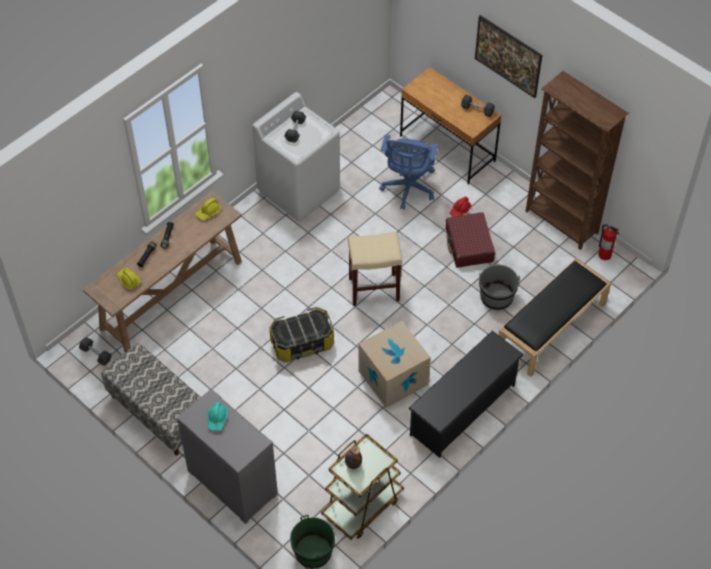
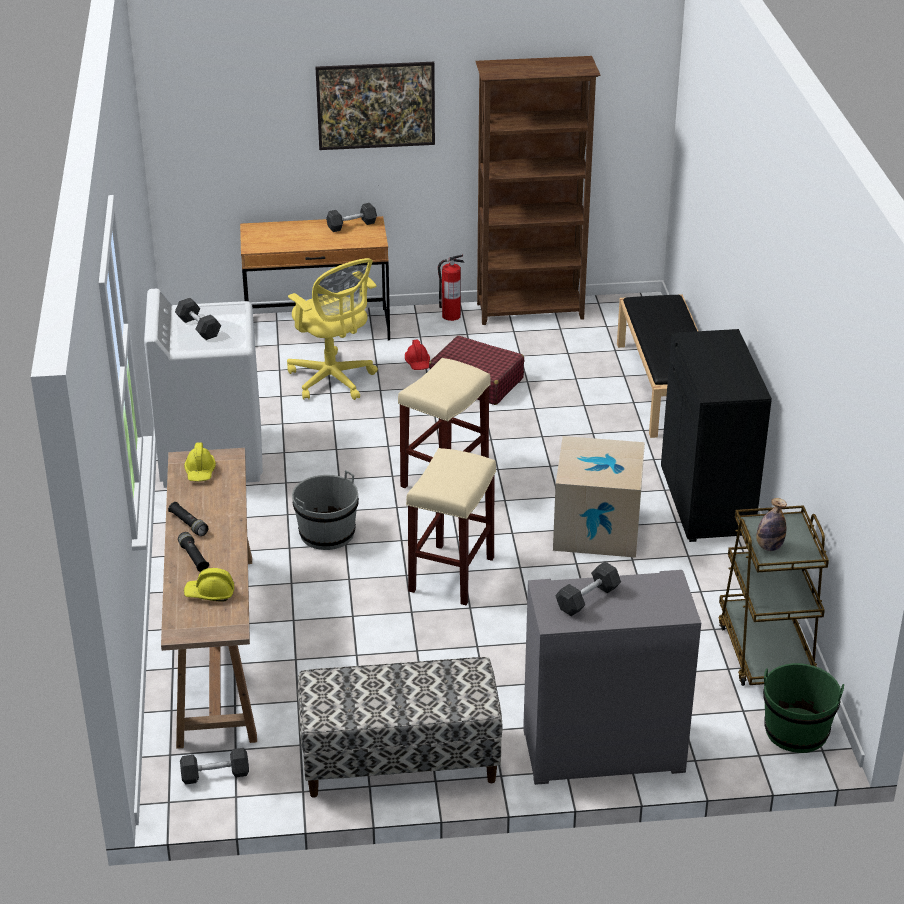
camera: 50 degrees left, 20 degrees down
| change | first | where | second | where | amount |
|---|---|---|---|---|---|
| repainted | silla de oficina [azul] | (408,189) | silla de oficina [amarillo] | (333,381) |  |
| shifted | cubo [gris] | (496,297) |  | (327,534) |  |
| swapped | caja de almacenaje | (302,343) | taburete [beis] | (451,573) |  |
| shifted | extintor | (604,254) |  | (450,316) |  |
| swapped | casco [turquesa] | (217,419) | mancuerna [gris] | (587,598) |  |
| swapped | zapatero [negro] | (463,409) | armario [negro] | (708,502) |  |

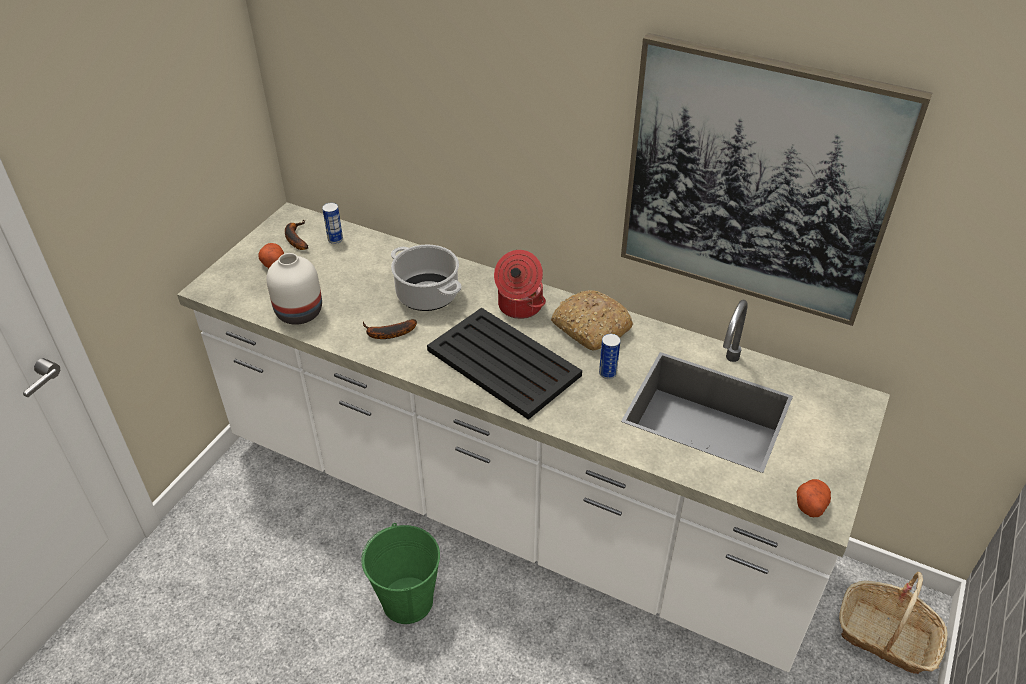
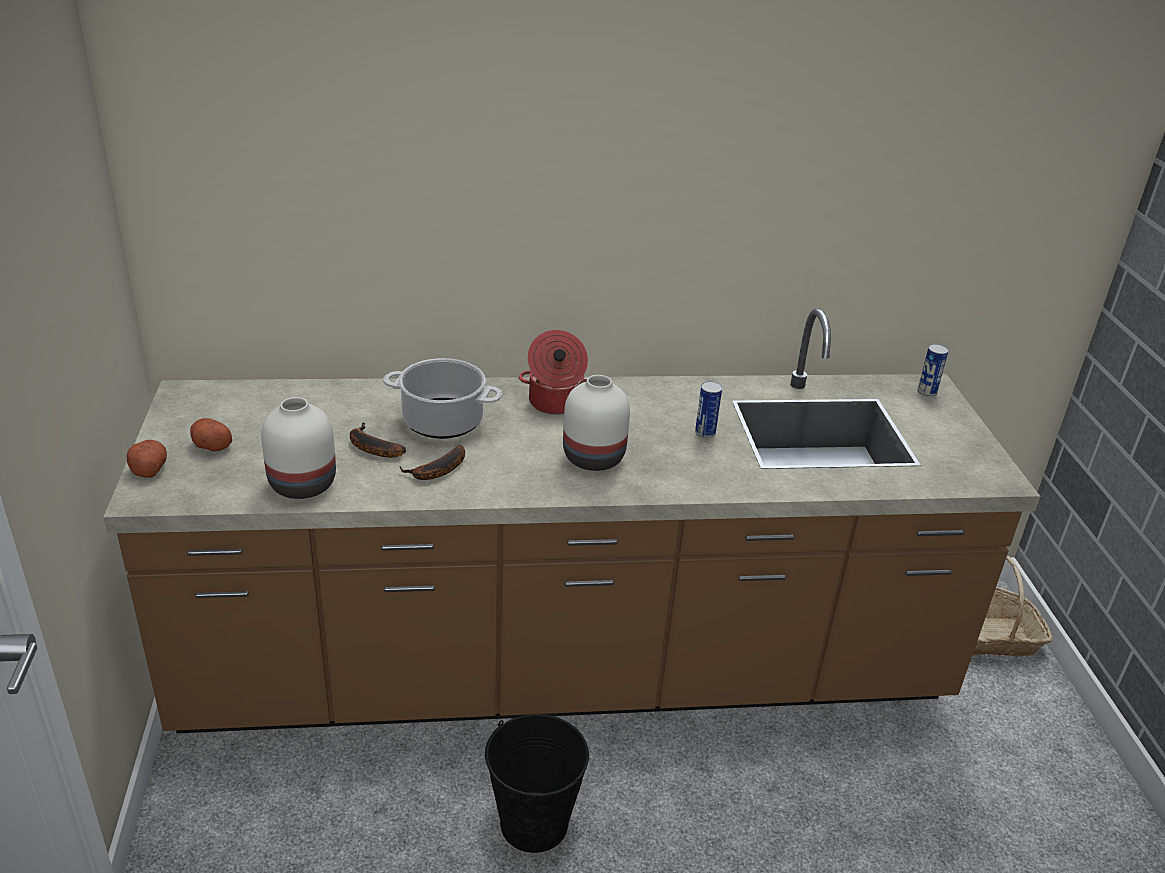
camera: 35 degrees left, 10 degrees down
| change | first | where | second | where | amount |
|---|---|---|---|---|---|
| repainted | mueble bajo de cocina [blanco] | (513,503) | mueble bajo de cocina [marrón] | (567,670) |  |
| shifted | patata | (810,504) |  | (148,469) |  |
| shifted | plátano | (295,238) |  | (370,447) |  |
| repainted | cubo [verde] | (408,601) | cubo [negro] | (534,822) |  |
| swapped | bandeja [negro] | (502,362) | florero [blanco] | (592,457) |  |
| shifted | lata | (335,239) |  | (926,392) |  |
| gone | pan | (590,327) |  |  |  |
| gone | cuadro | (757,182) |  |  |  |

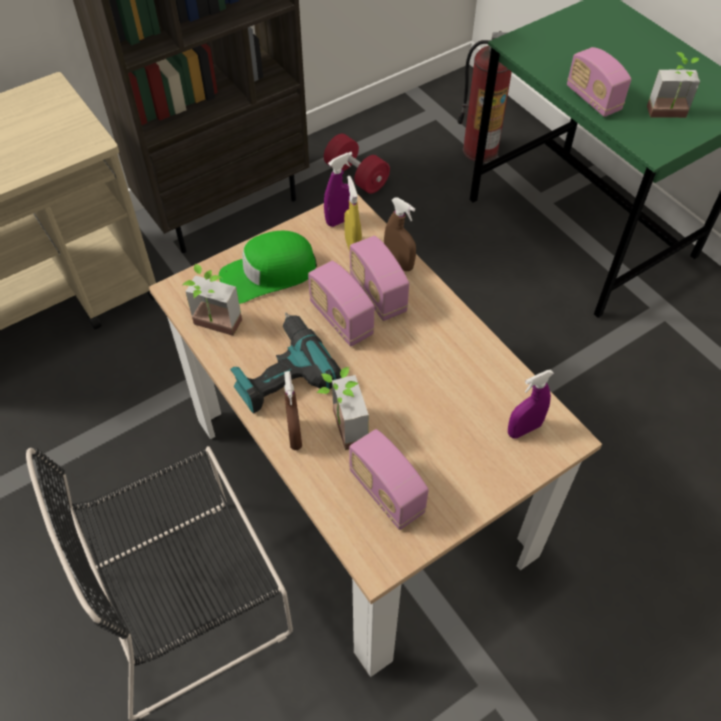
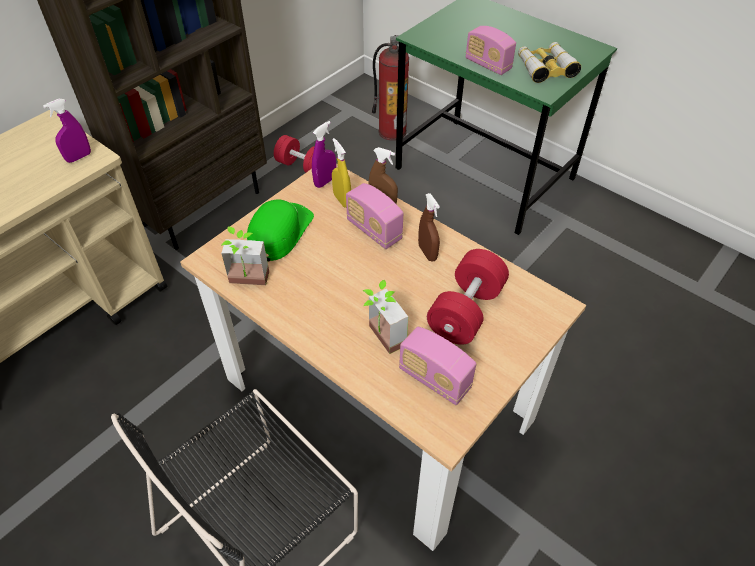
camera: 15 degrees left, 5 degrees down
| change | first | where | second | where | amount |
|---|---|---|---|---|---|
| shifted | pulverizador [morado] | (524,429) |  | (79,157) |  |
| rotated | gorra [verde] | (268,274) |  | (279,232) | 150 degrees clockwise |
| shifted | pulverizador [marrón] | (295,435) |  | (427,253) |  |
| new |  |  | mancuerna [rojo] | (466,311) |  |
| swapped | planta en maceta | (667,116) | prismáticos | (545,68) |  |
| gone | taladro | (281,372) |  |  |  |
| gone | radio | (341,319) |  |  |  |

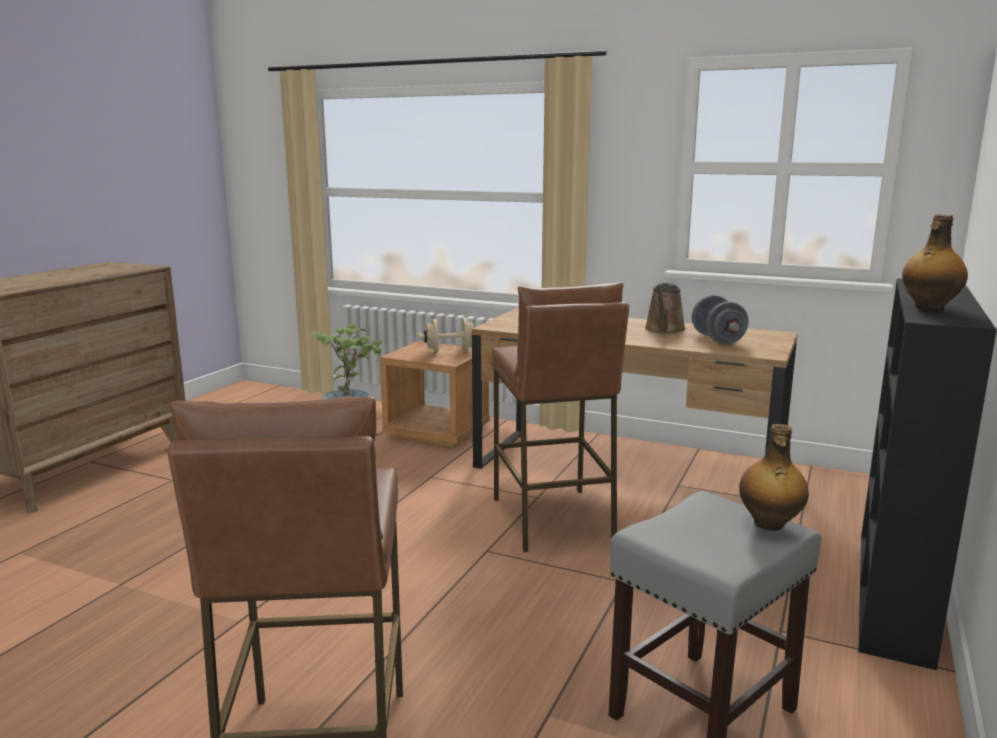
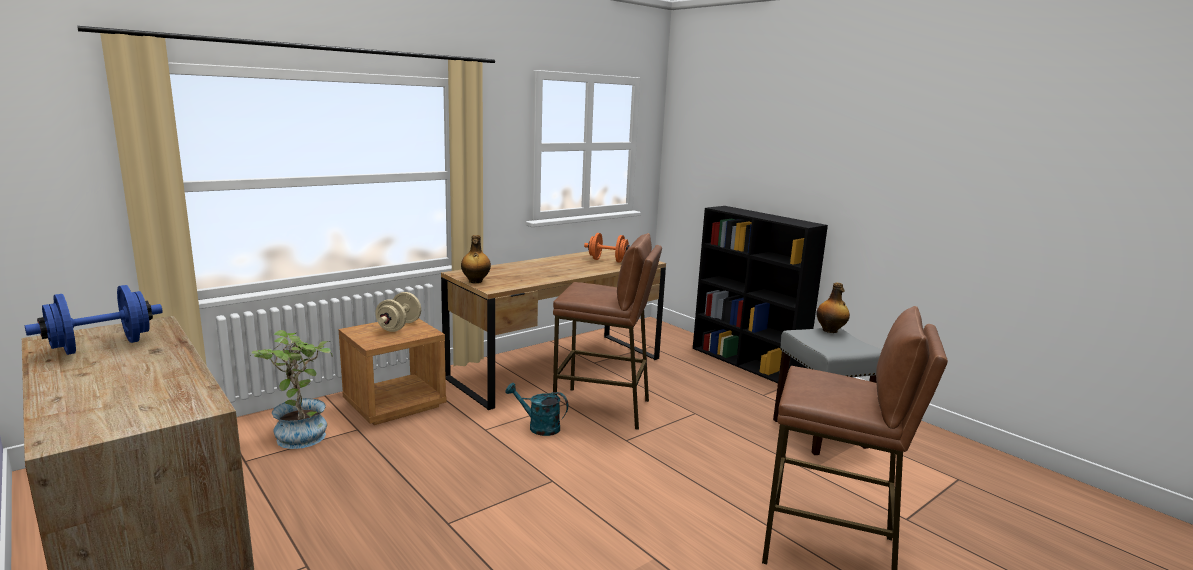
camera: 65 degrees left, 0 degrees up
| change | first | where | second | where | amount |
|---|---|---|---|---|---|
| new |  |  | mancuerna [azul] | (102,346) |  |
| shifted | botella | (928,308) |  | (475,281) |  |
| new |  |  | regadera [turquesa] | (538,427) |  |
| repainted | mancuerna [gris] | (717,339) | mancuerna [naranja] | (608,260) |  |
| gone | regadera [marrón] | (664,330) |  |  |  |

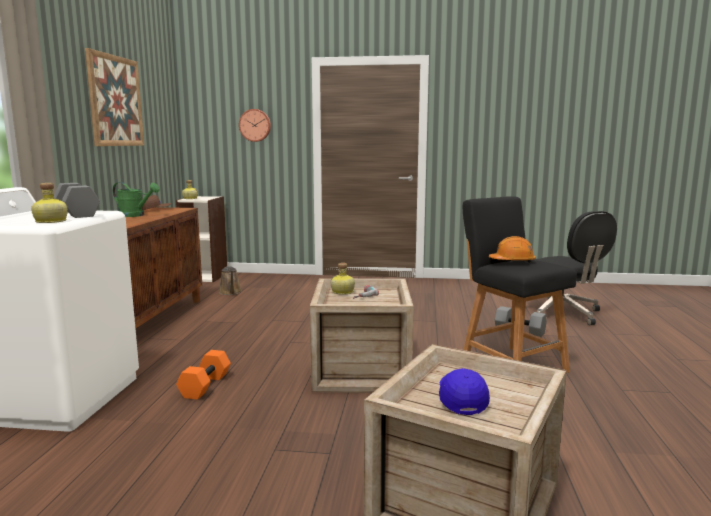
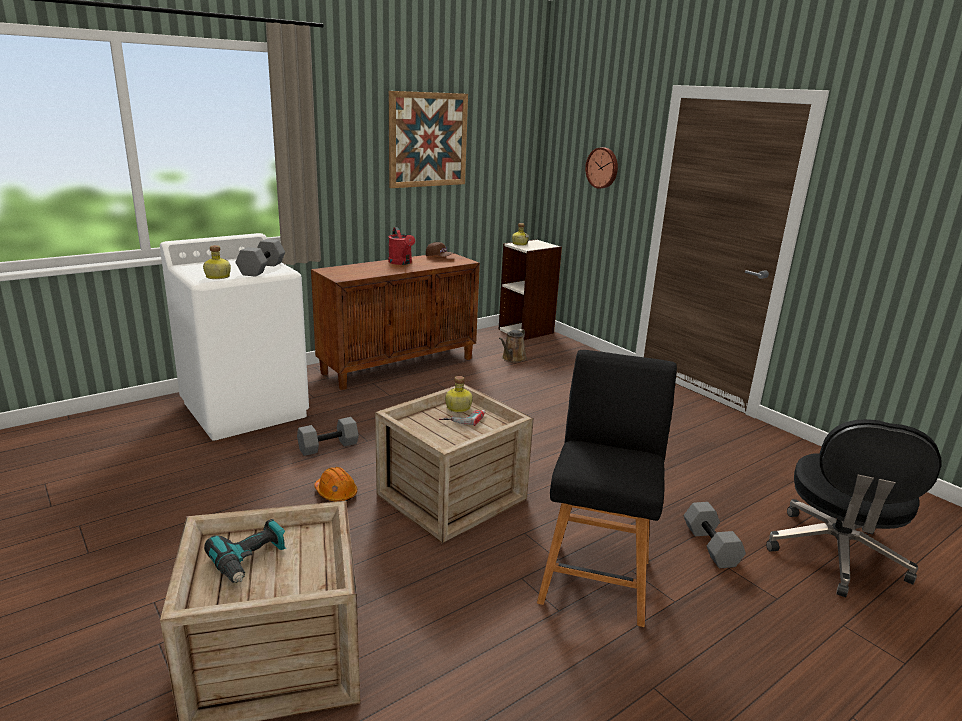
camera: 45 degrees right, 10 degrees up
| change | first | where | second | where | amount |
|---|---|---|---|---|---|
| swapped | gorra [azul] | (461,399) | taladro | (251,560) |  |
| repainted | mancuerna [naranja] | (204,385) | mancuerna [gris] | (328,446) |  |
| shifted | casco [naranja] | (512,261) |  | (336,493) |  |
| repainted | regadera [verde] | (135,215) | regadera [rojo] | (402,263) |  |

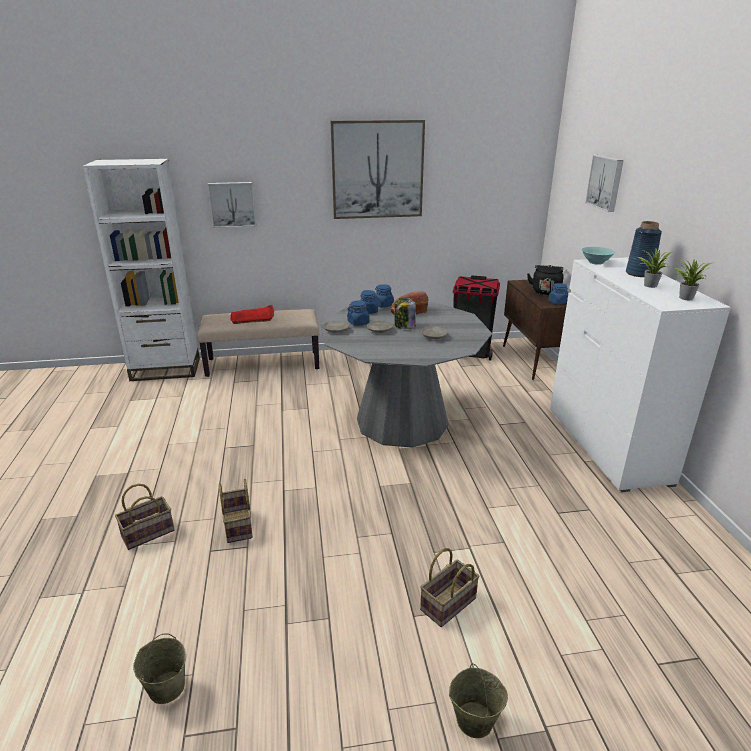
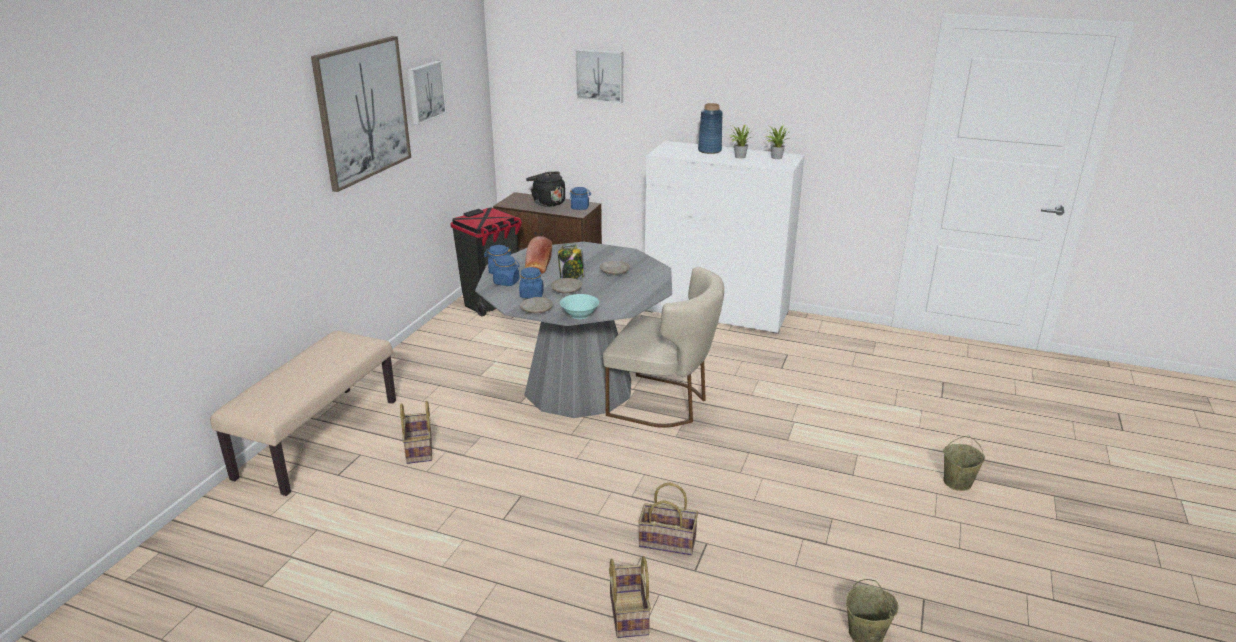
camera: 60 degrees left, 0 degrees up
| change | first | where | second | where | amount |
|---|---|---|---|---|---|
| shifted | cesta | (448,605) |  | (420,449) |  |
| shifted | cuadro | (232,204) |  | (425,92) |  |
| shifted | cuenco [turquesa] | (596,262) |  | (580,315) |  |
| new |  |  | silla [beis] | (664,404) |  |
| gone | estantería [blanco] | (166,369) |  |  |  |
| gone | bandeja [rojo] | (253,317) |  |  |  |

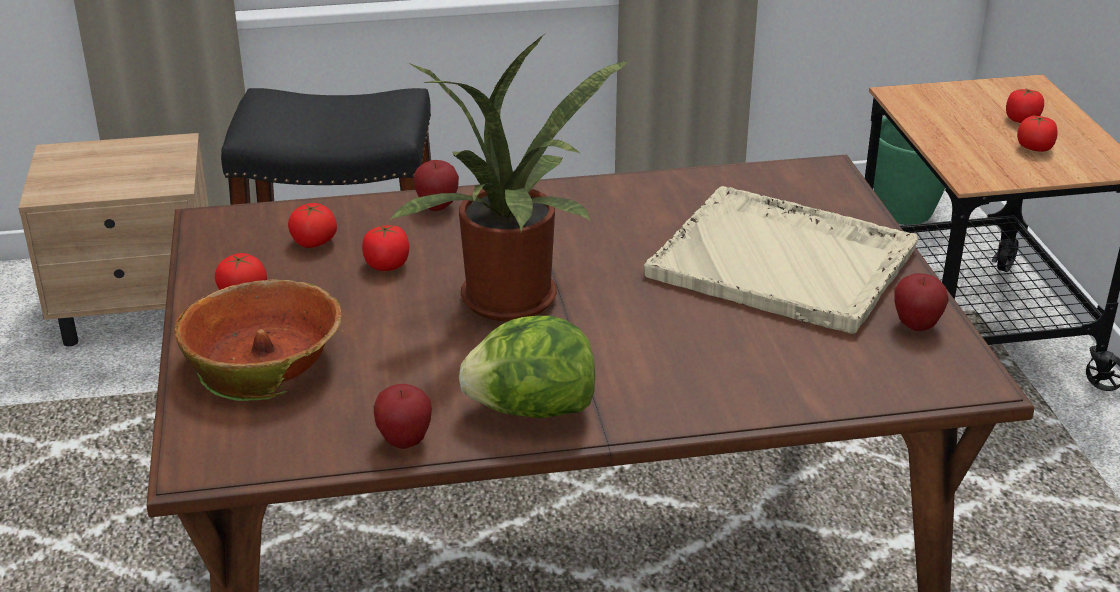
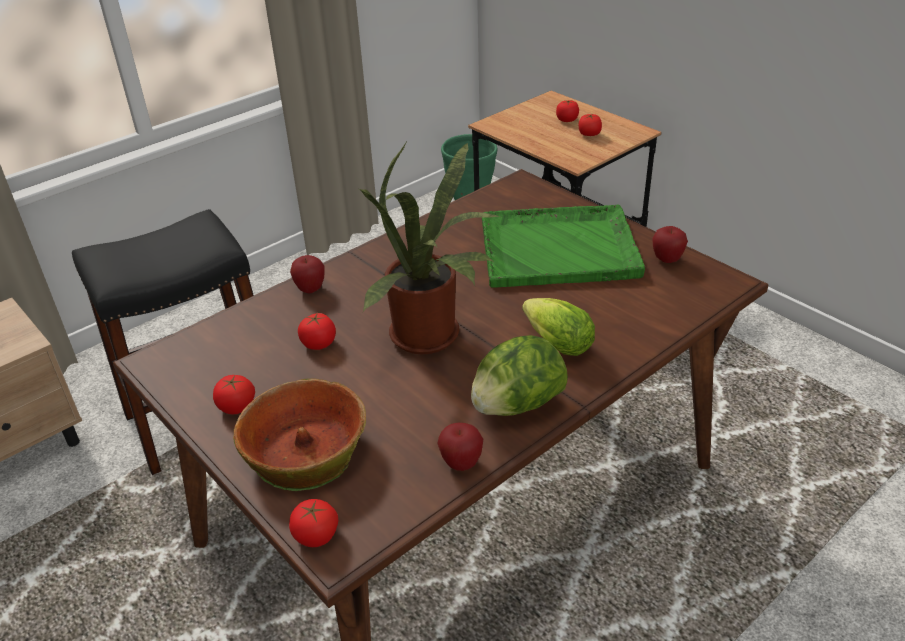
camera: 30 degrees left, 5 degrees up
| change | first | where | second | where | amount |
|---|---|---|---|---|---|
| shifted | tomate | (313,242) |  | (316,536) |  |
| repainted | bandeja [beis] | (784,263) | bandeja [verde] | (560,248) |  |
| new |  |  | lechuga | (554,342) |  |

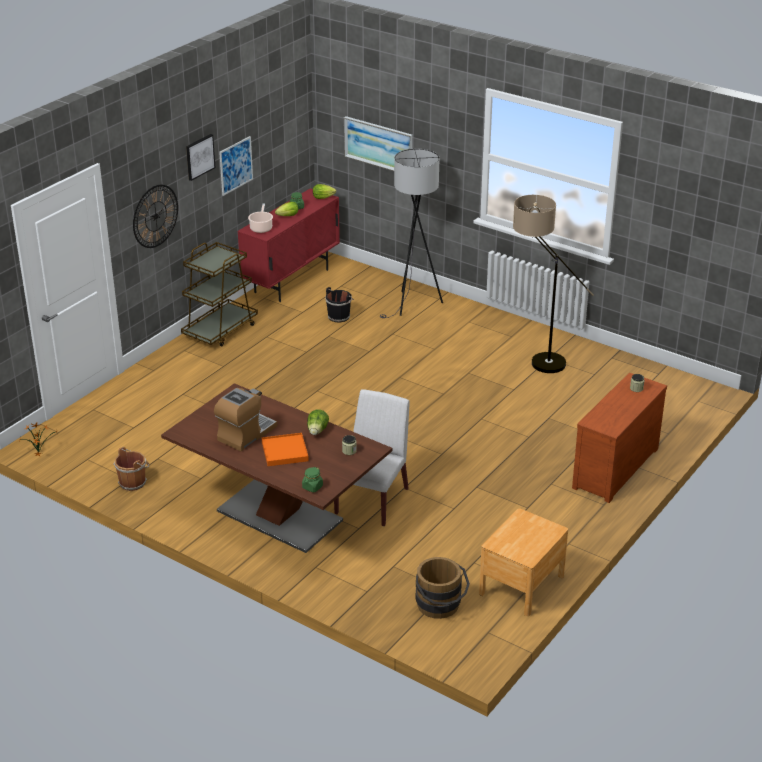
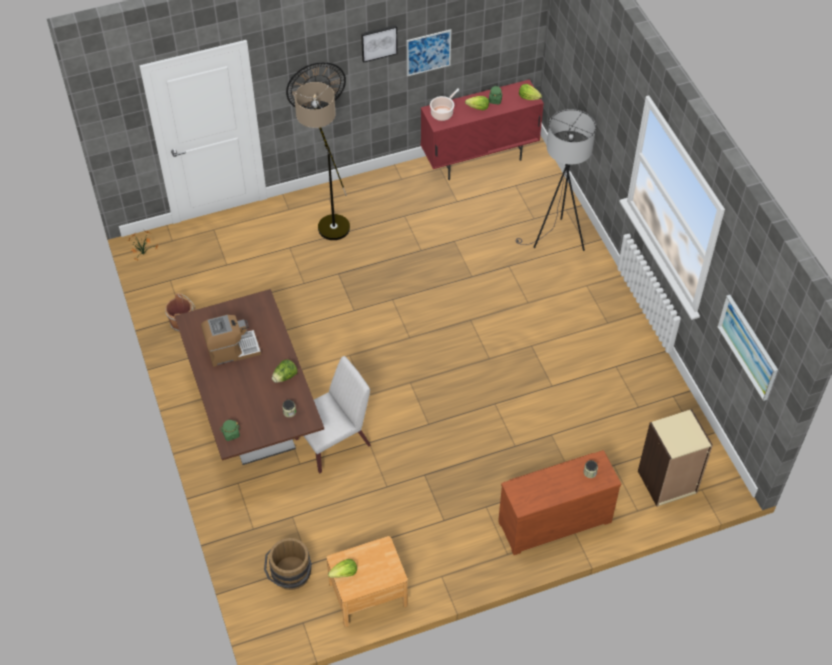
camera: 35 degrees right, 20 degrees up
| change | first | where | second | where | amount |
|---|---|---|---|---|---|
| shifted | lámpara de pie | (535,360) |  | (328,219) |  |
| new |  |  | lechuga | (344,573) |  |
| new |  |  | estantería [beis] | (667,482) |  |
| shifted | cuadro | (378,145) |  | (748,346) |  |
| gone | carrito [marrón] | (220,330) |  |  |  |
| gone | bandeja [naranja] | (284,451) |  |  |  |
| gone | cubo [negro] | (339,316) |  |  |  |

